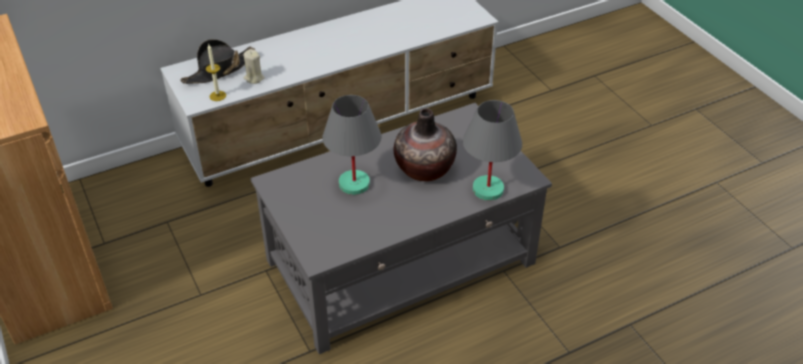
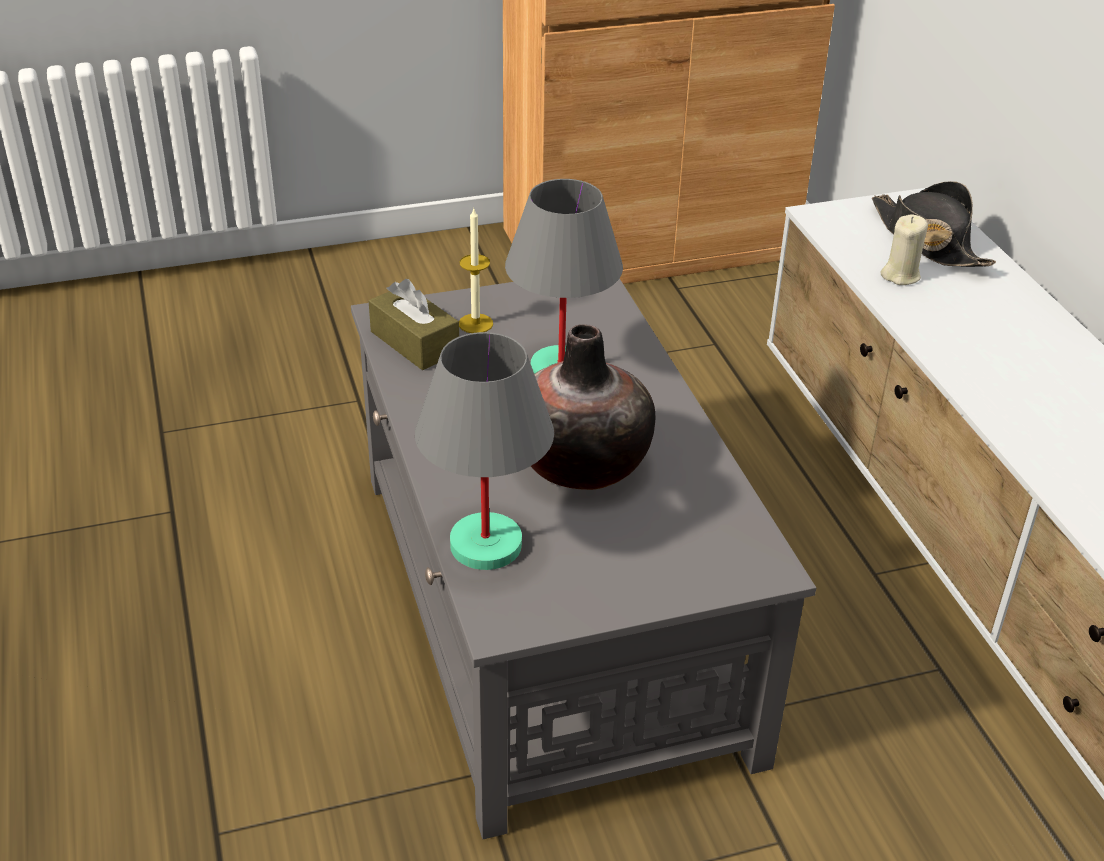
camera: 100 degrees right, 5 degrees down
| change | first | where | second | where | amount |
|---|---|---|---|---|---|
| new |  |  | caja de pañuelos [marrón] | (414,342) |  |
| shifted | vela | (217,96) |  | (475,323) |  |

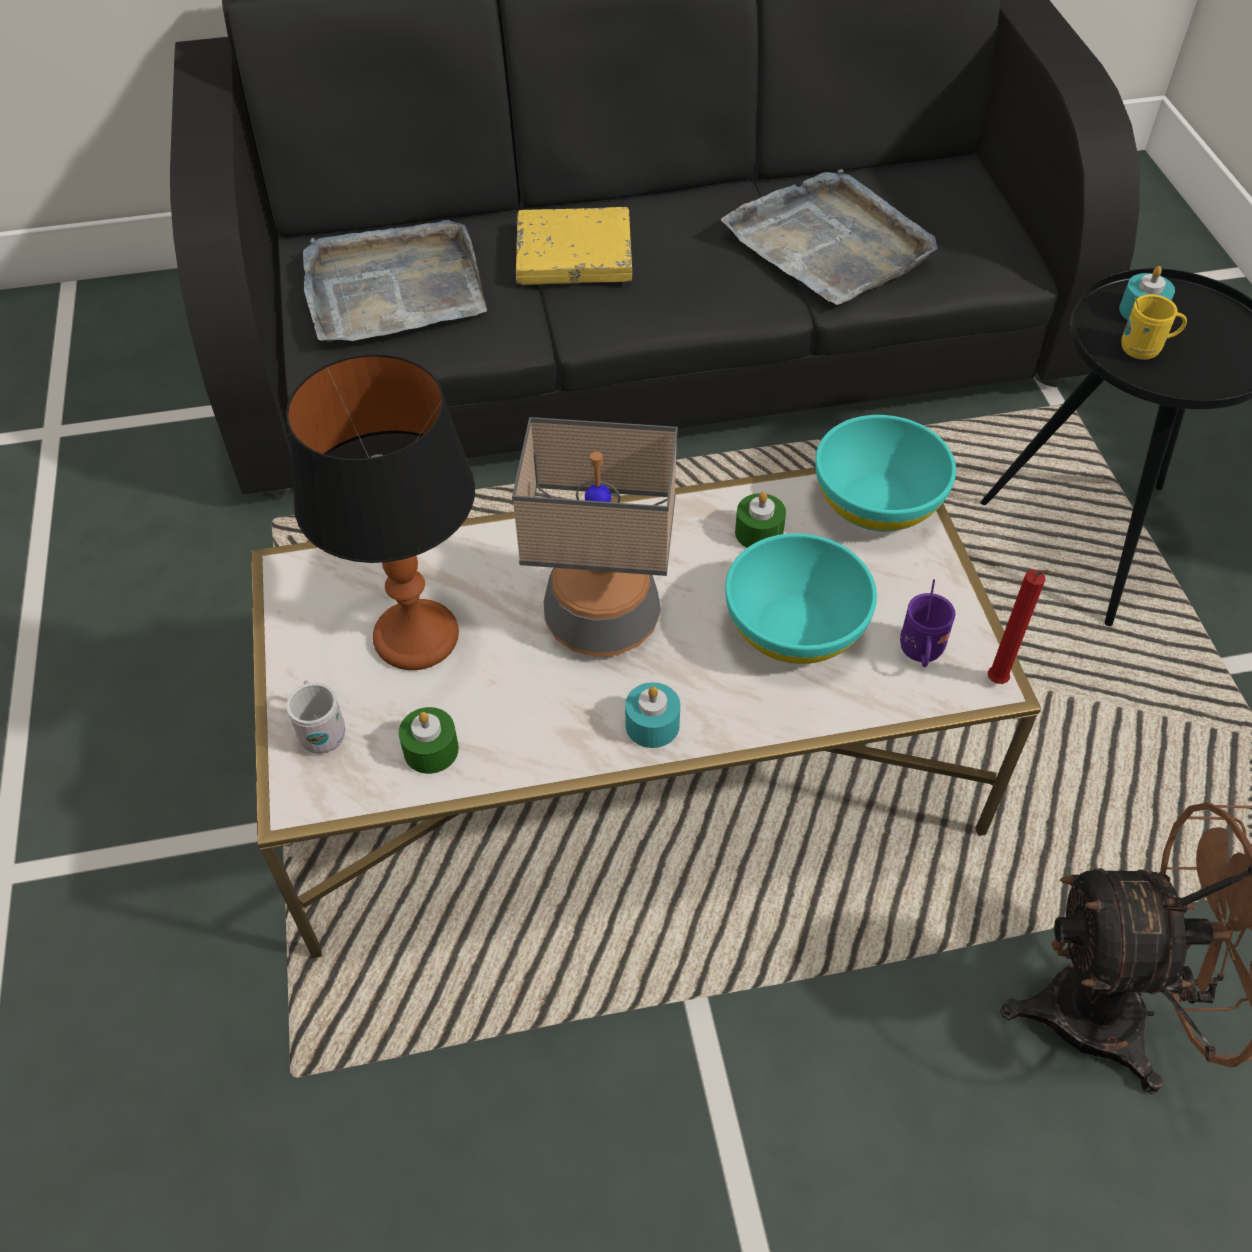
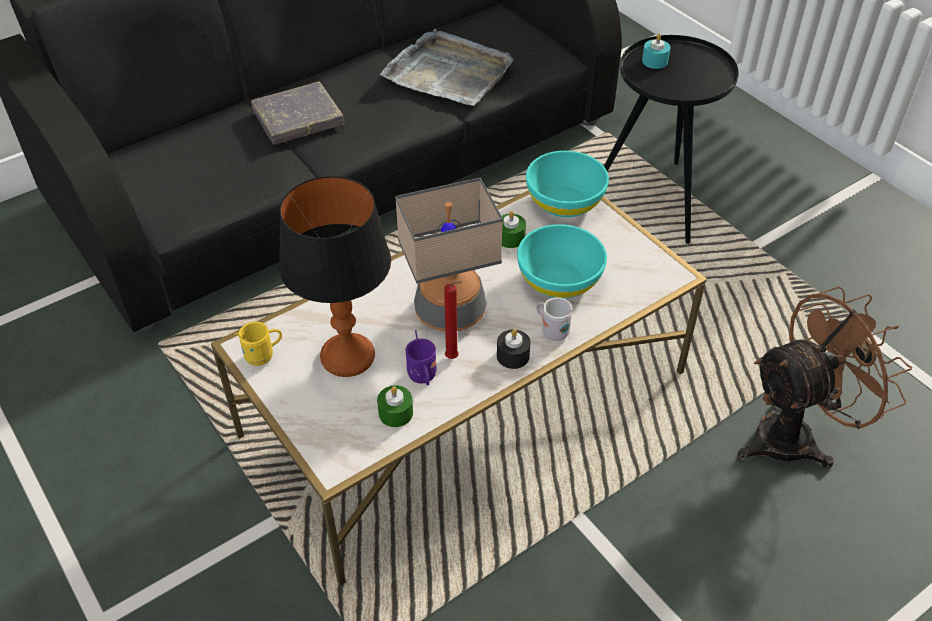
camera: 25 degrees left, 5 degrees down
| change | first | where | second | where | amount |
|---|---|---|---|---|---|
| shifted | taza grande [amarillo] | (1145,349) |  | (263,355) |  |
| repainted | libro [amarillo] | (574,254) | libro [gris] | (298,118) |  |
| shifted | taza grande [morado] | (920,654) |  | (423,378) |  |
| shifted | vela [rojo] | (999,683) |  | (453,358) |  |
| repainted | vela [turquesa] | (652,725) | vela [negro] | (513,356) |  |
| shifted | taza grande [blanco] | (321,731) |  | (551,330) |  |
| gone | bandeja [gris] | (393,289) |  |  |  |

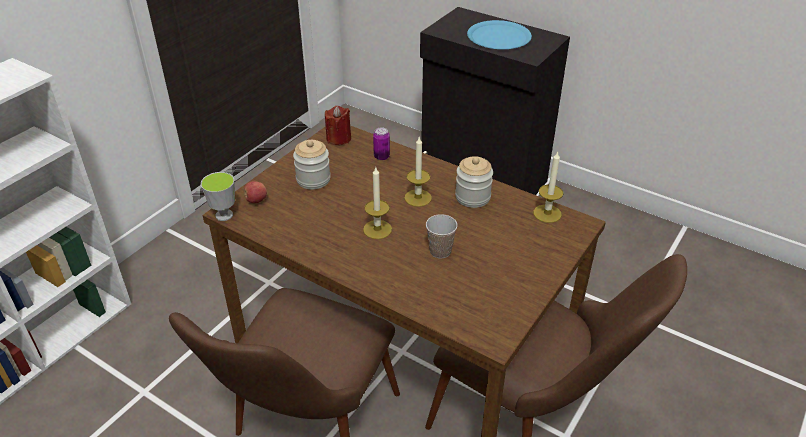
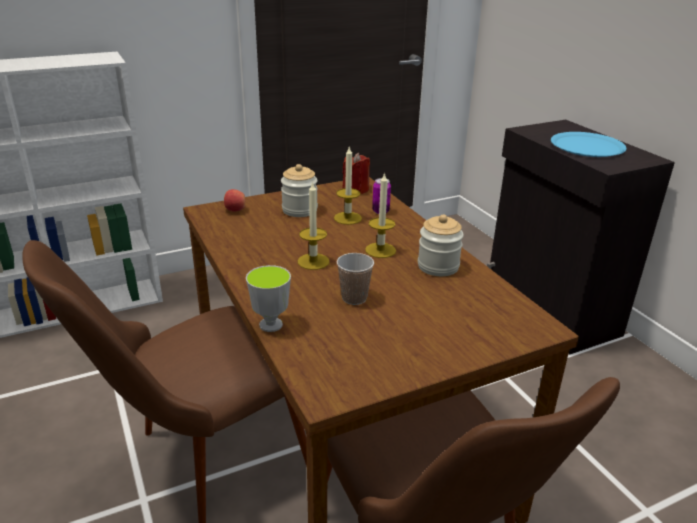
camera: 30 degrees right, 10 degrees down
| change | first | where | second | where | amount |
|---|---|---|---|---|---|
| shifted | taza | (224,215) |  | (271,325) |  |
| shifted | vela | (547,213) |  | (347,218) |  |

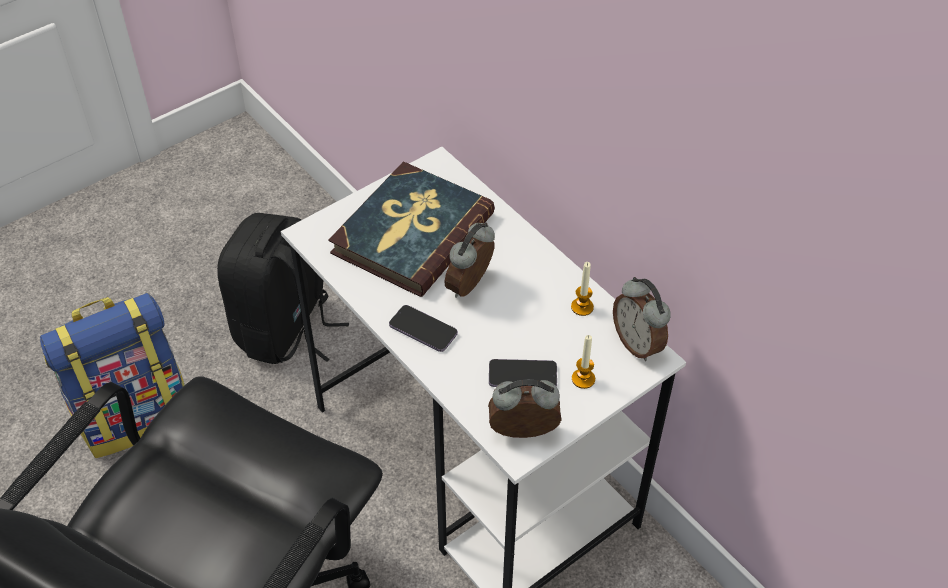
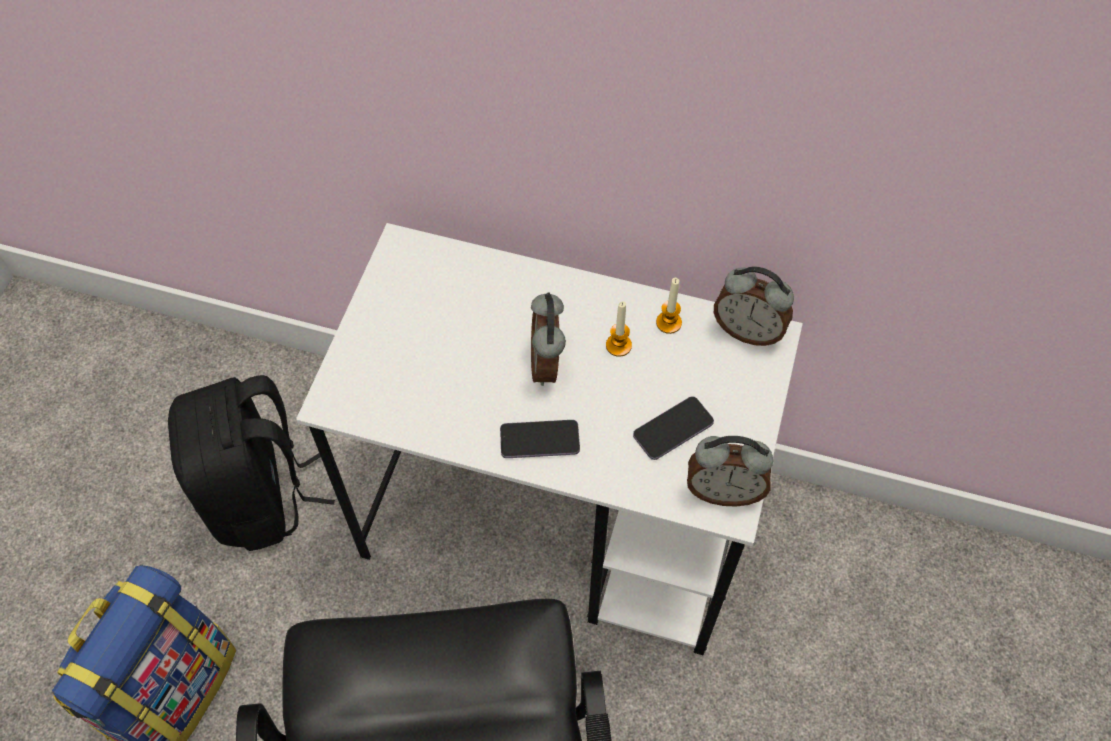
camera: 35 degrees left, 10 degrees up
| change | first | where | second | where | amount |
|---|---|---|---|---|---|
| shifted | vela | (583,379) |  | (618,345) |  |
| rotated | despertador | (523,434) |  | (723,490) | 135 degrees counterclockwise |
| gone | libro | (412,233) |  |  |  |

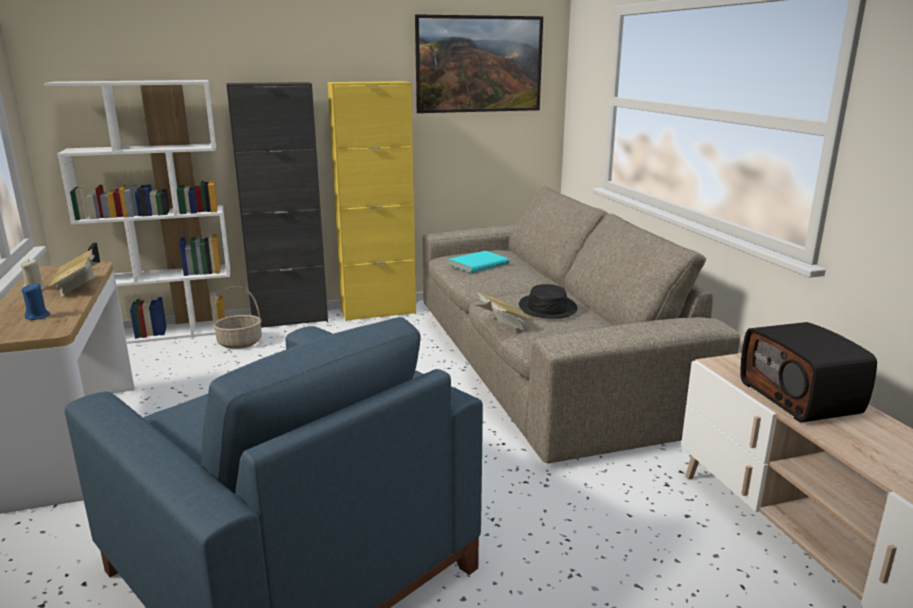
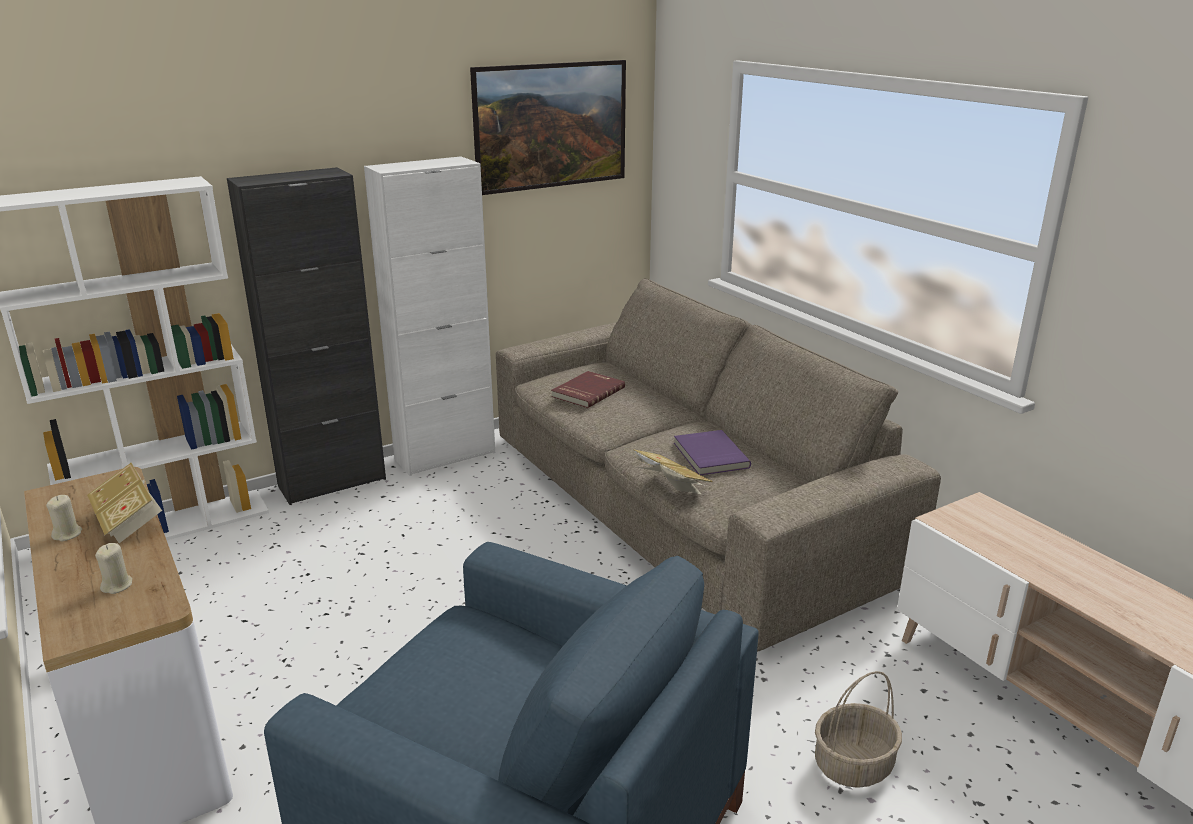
camera: 15 degrees left, 5 degrees up
| change | first | where | second | where | amount |
|---|---|---|---|---|---|
| repainted | vela [azul] | (38,316) | vela [beis] | (117,586) |  |
| repainted | armario [amarillo] | (378,312) | armario [blanco] | (445,456) |  |
| repainted | libro [turquesa] | (477,264) | libro [rojo] | (587,392) |  |
| swapped | sombrero [negro] | (547,308) | libro [morado] | (709,455) |  |
| shifted | cesta | (239,343) |  | (853,765) |  |
| gone | radio | (801,398) |  |  |  |

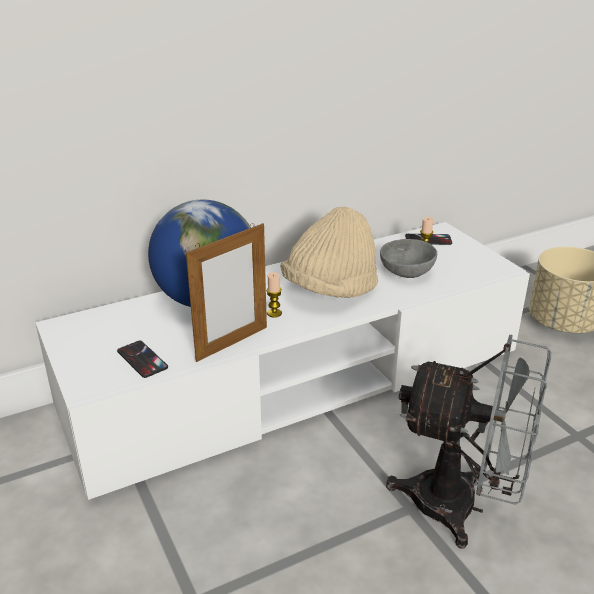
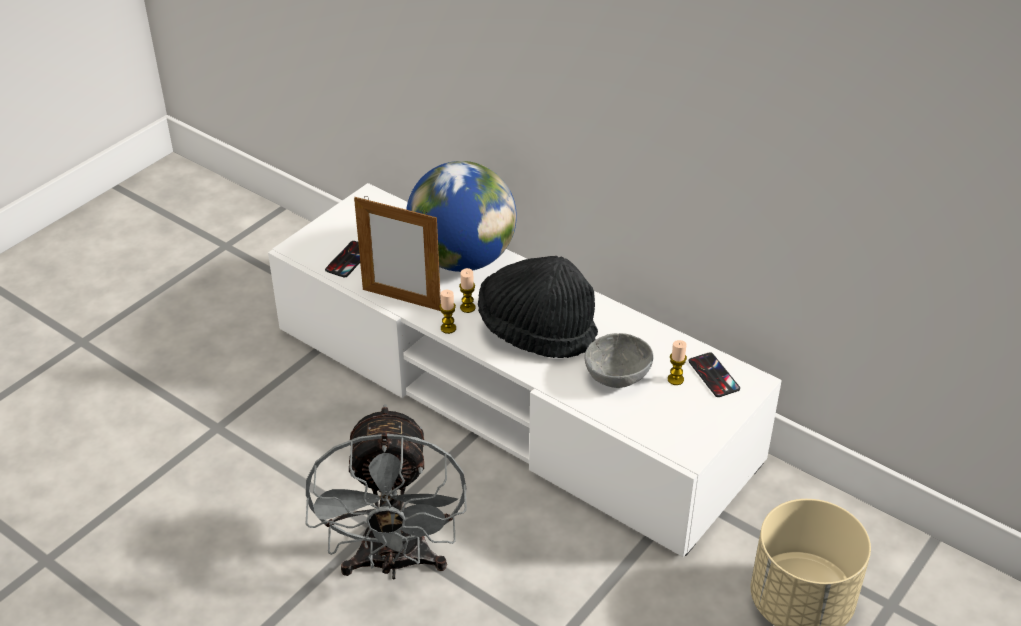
camera: 65 degrees right, 10 degrees up
| change | first | where | second | where | amount |
|---|---|---|---|---|---|
| new |  |  | vela | (448,328) |  |
| repainted | sombrero [beis] | (330,290) | sombrero [negro] | (536,331) |  |

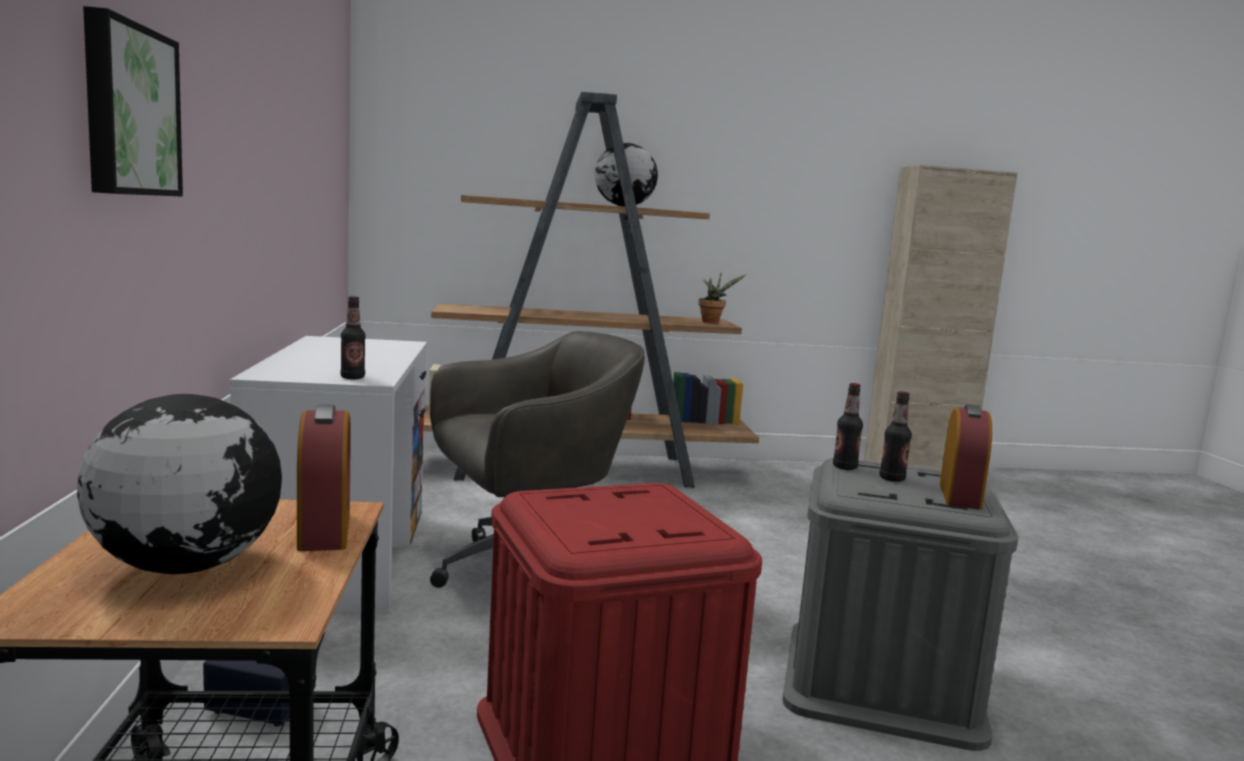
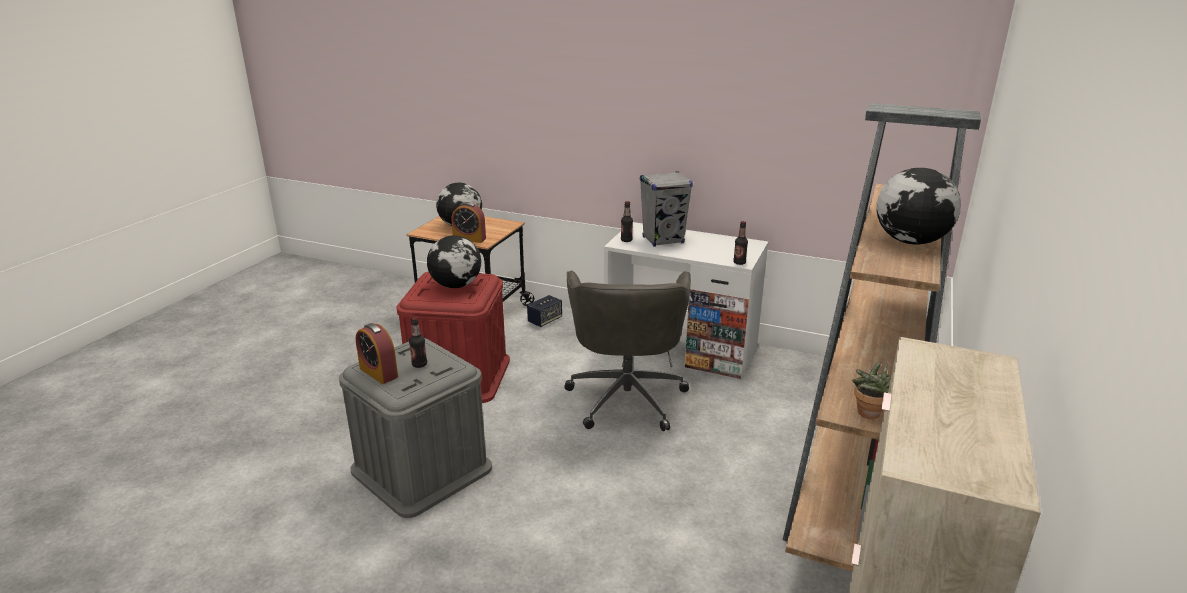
camera: 120 degrees right, 15 degrees up
| change | first | where | second | where | amount |
|---|---|---|---|---|---|
| new |  |  | globo terráqueo | (456,285) |  |
| new |  |  | altavoz [gris] | (663,240) |  |
| shifted | botella | (844,467) |  | (739,263) |  |
| gone | cuadro | (127,110) |  |  |  |

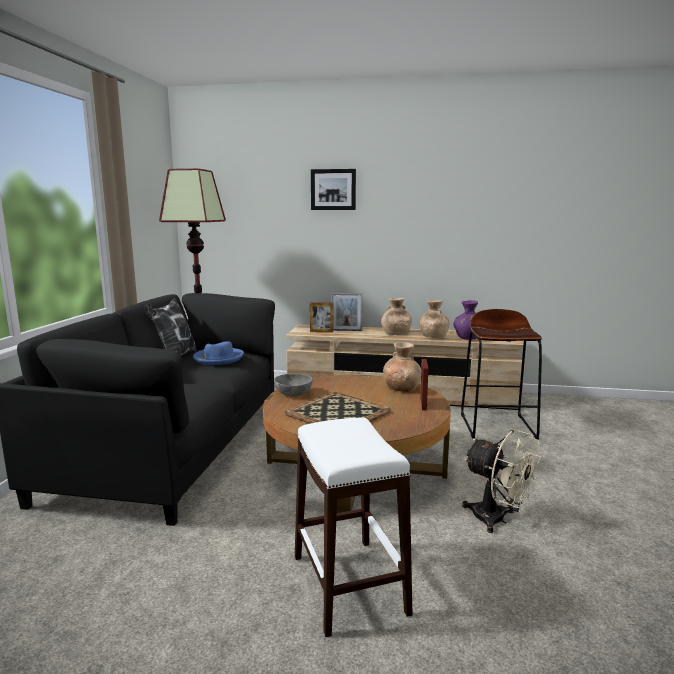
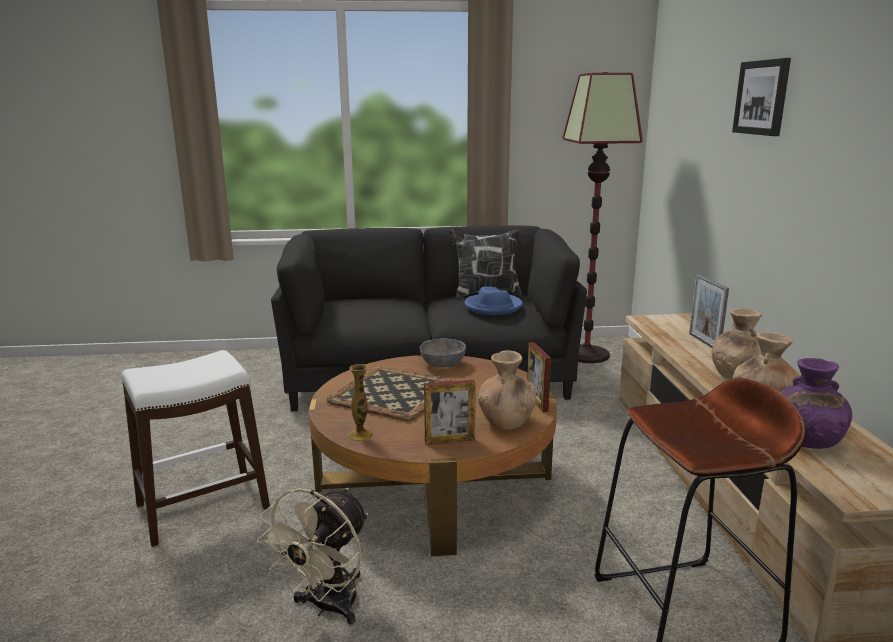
camera: 75 degrees right, 5 degrees up
| change | first | where | second | where | amount |
|---|---|---|---|---|---|
| new |  |  | florero | (360,435) |  |
| shifted | portarretratos | (321,332) |  | (537,402) |  |

